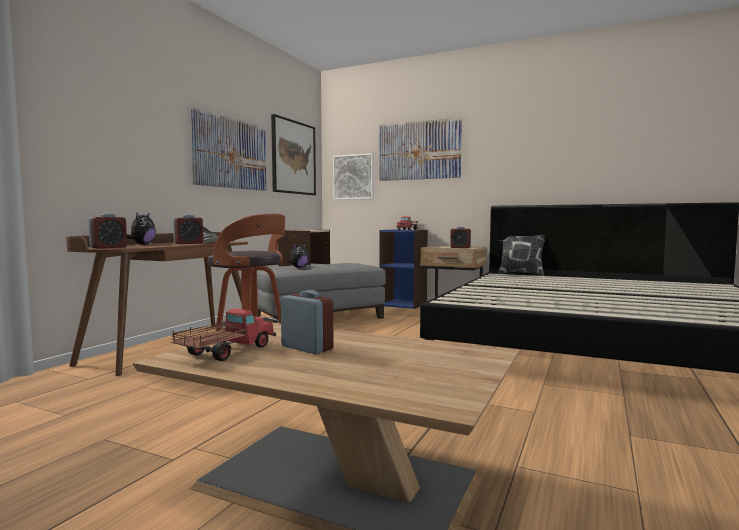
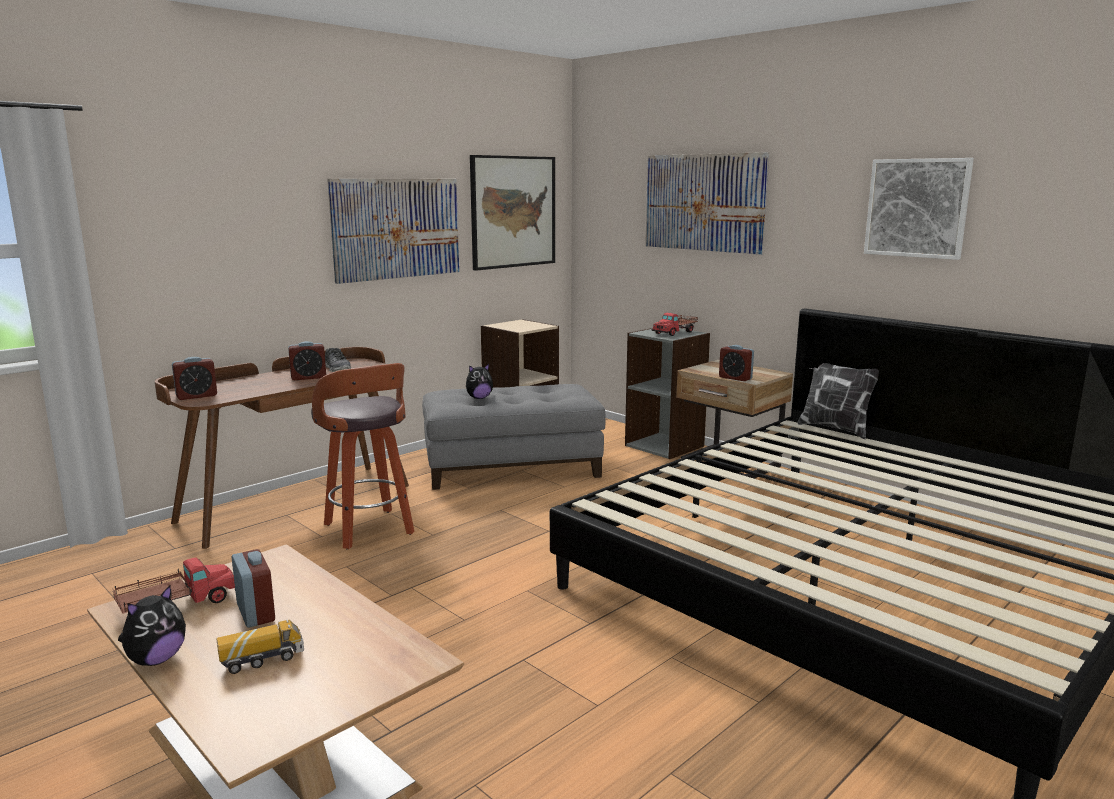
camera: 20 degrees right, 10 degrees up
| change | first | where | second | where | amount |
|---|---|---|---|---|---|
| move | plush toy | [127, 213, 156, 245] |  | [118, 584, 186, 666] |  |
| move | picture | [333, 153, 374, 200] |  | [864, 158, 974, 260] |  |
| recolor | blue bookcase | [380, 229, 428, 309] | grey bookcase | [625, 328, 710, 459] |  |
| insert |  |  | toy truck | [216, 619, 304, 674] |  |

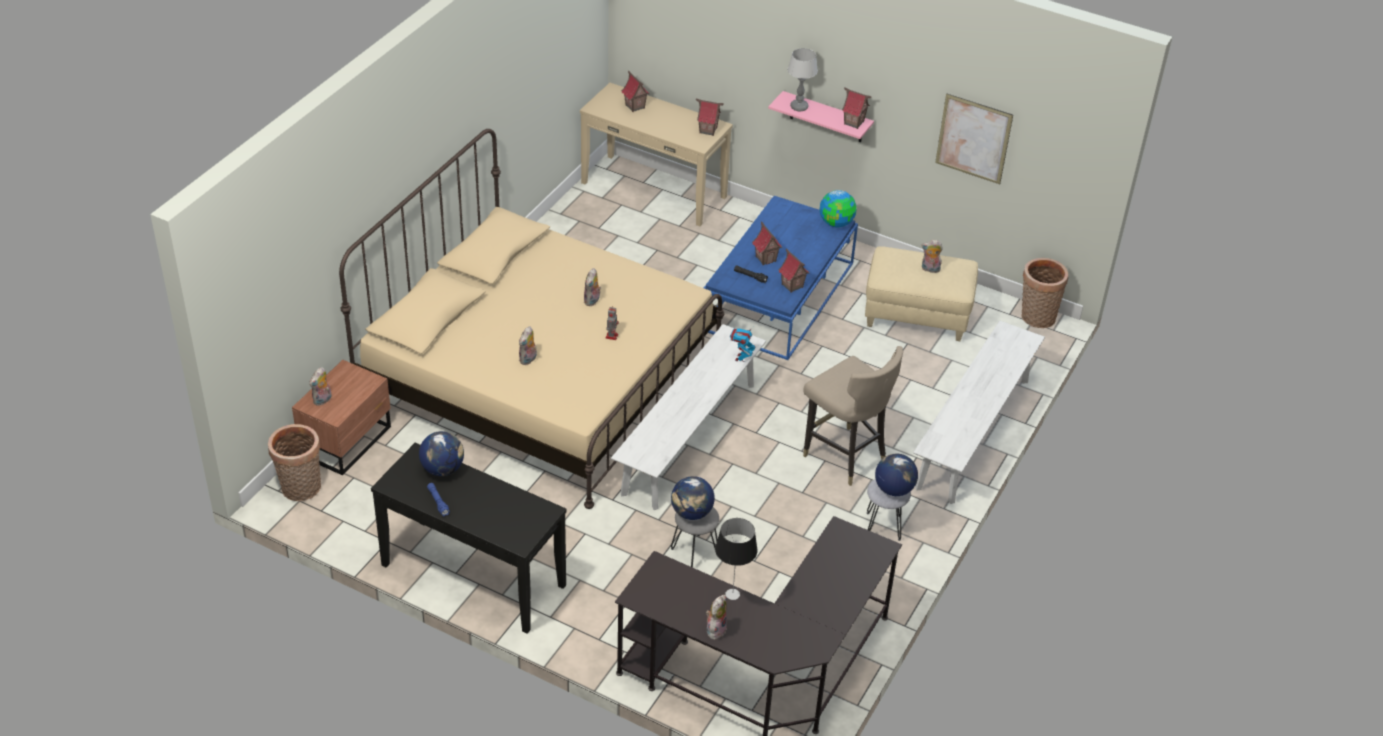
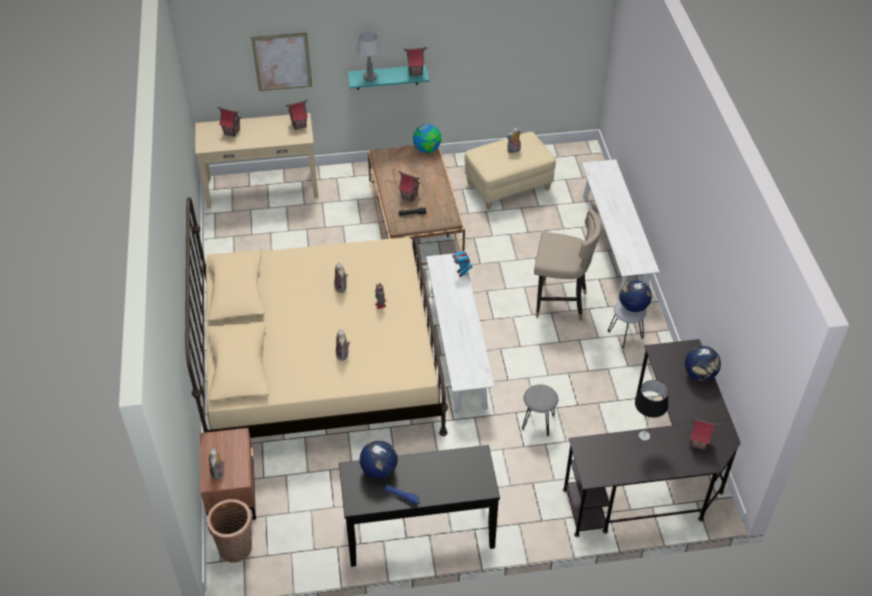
camera: 35 degrees left, 5 degrees up
| change | first | where | second | where | amount |
|---|---|---|---|---|---|
| move | globe | [671, 476, 715, 520] |  | [685, 346, 721, 381] |  |
| recolor | blue coffee table | [704, 196, 858, 360] | brown coffee table | [368, 145, 465, 266] |  |
| delete | plush toy | [706, 595, 727, 640] |  |  |  |
| recolor | pink shelf | [768, 91, 874, 142] | turquoise shelf | [347, 65, 430, 90] |  |
| move | toy house | [778, 248, 809, 293] |  | [690, 417, 720, 451] |  |
| move | picture | [935, 94, 1013, 184] |  | [251, 33, 312, 91] |  |
| delete | basket | [1021, 258, 1069, 328] |  |  |  |

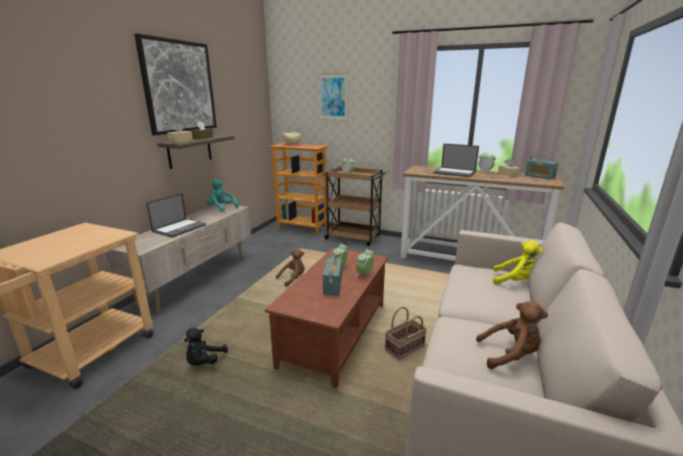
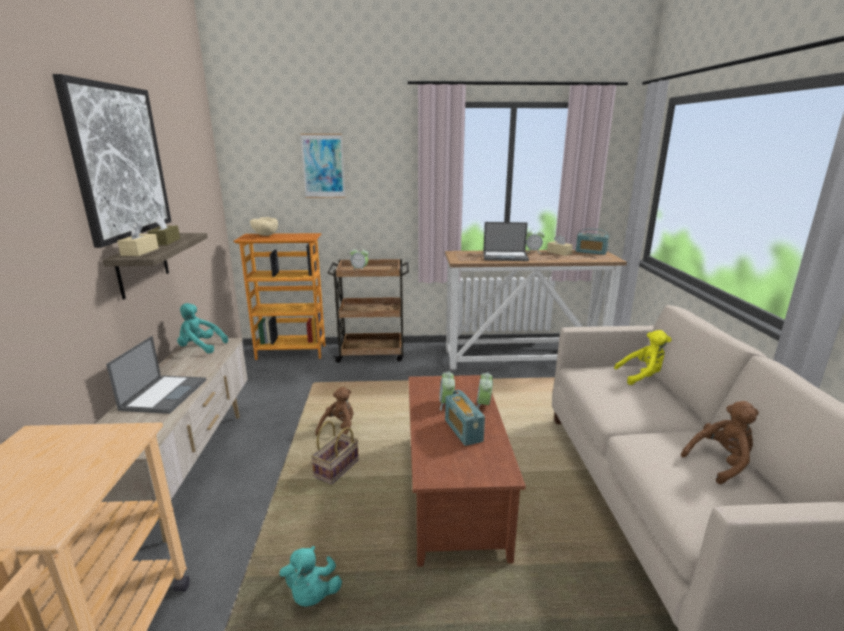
camera: 25 degrees left, 0 degrees up
| change | first | where | second | where | amount |
|---|---|---|---|---|---|
| recolor | black plush toy | [184, 327, 228, 366] | turquoise plush toy | [280, 546, 342, 607] |  |
| move | basket | [385, 307, 427, 360] |  | [311, 421, 359, 484] |  |

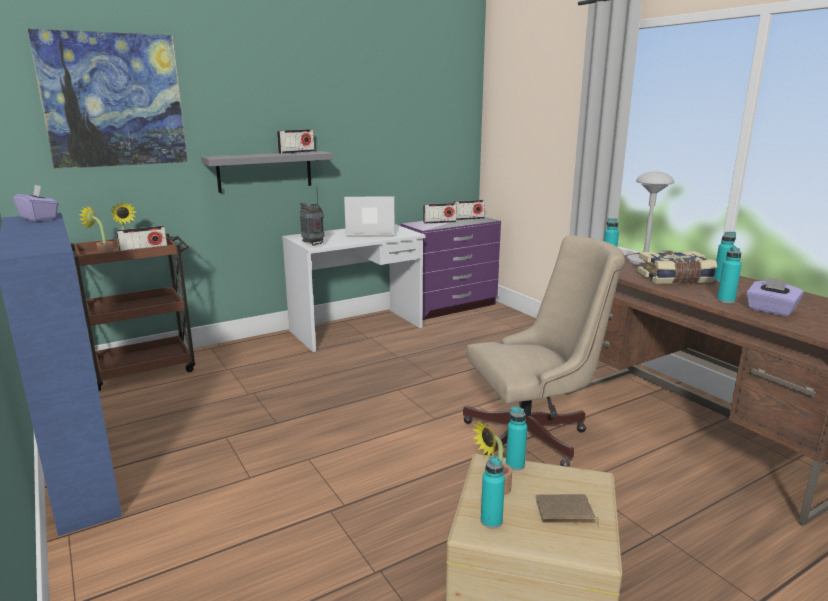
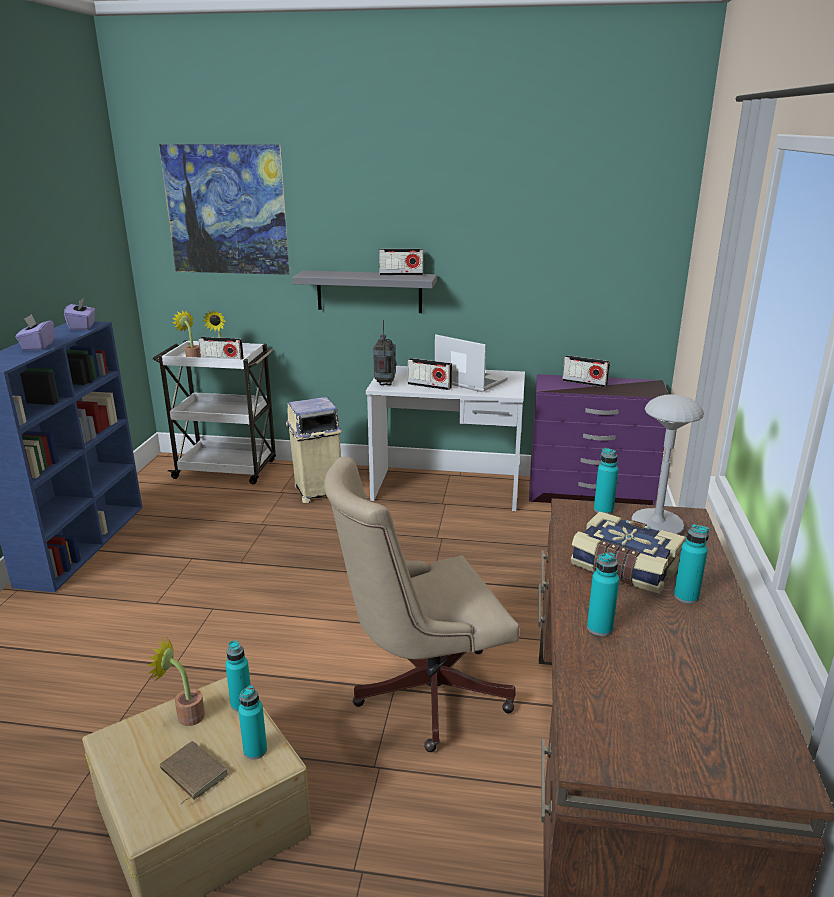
camera: 40 degrees right, 5 degrees up
| change | first | where | second | where | amount |
|---|---|---|---|---|---|
| recolor | brown cart | [70, 233, 195, 391] | white cart | [153, 340, 276, 484] |  |
| move | radio | [453, 200, 485, 220] |  | [408, 358, 452, 390] |  |
| rotate | beige office chair | [463, 235, 625, 467] |  | [324, 456, 519, 752] | 135 degrees clockwise |
| move | turquoise bottle | [481, 455, 505, 529] |  | [238, 686, 267, 760] |  |
| move | purple tissue box | [746, 277, 804, 317] |  | [16, 314, 54, 351] |  |
| insert |  |  | beige trash can | [286, 397, 342, 503] |  |

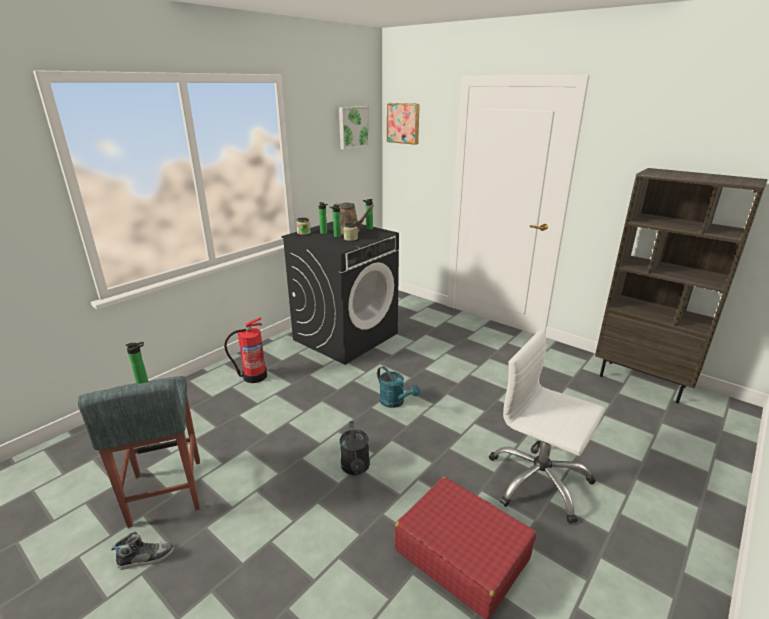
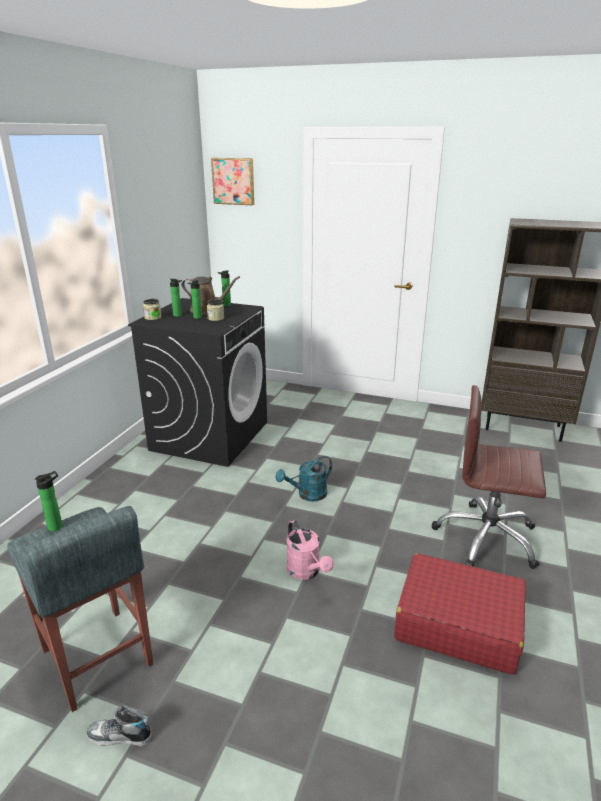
camera: 20 degrees left, 0 degrees up
| change | first | where | second | where | amount |
|---|---|---|---|---|---|
| rotate | shoe | [111, 532, 174, 570] |  | [87, 705, 152, 746] | 135 degrees counterclockwise |
| delete | fire extinguisher | [224, 317, 267, 383] |  |  |  |
| delete | picture | [339, 106, 369, 150] |  |  |  |
| recolor | black watering can | [340, 421, 370, 475] | pink watering can | [286, 520, 334, 580] |  |
| rotate | turquoise watering can | [377, 366, 420, 408] |  | [275, 456, 332, 502] | 120 degrees clockwise |
| recolor | white office chair | [489, 329, 605, 524] | brown office chair | [432, 385, 546, 569] |  |

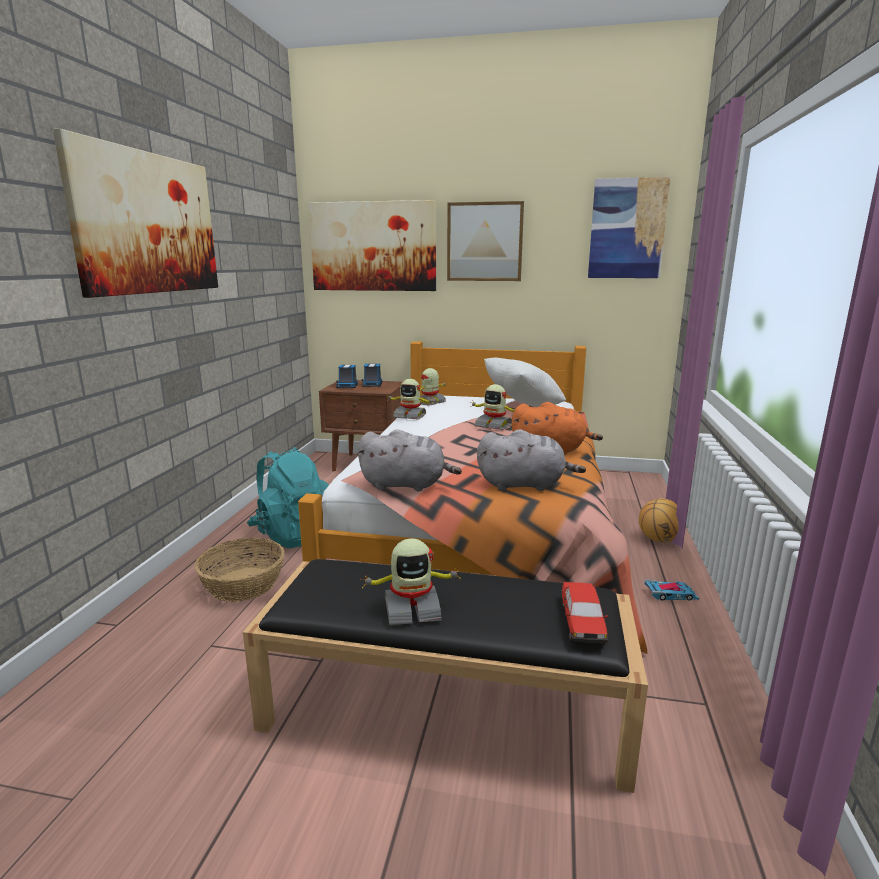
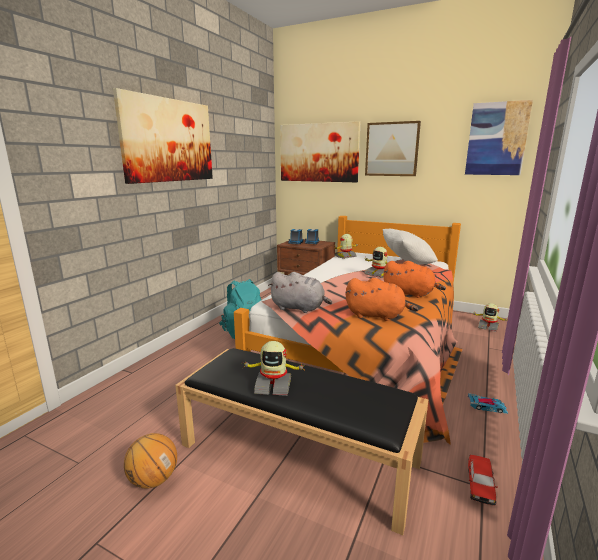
camera: 15 degrees right, 0 degrees up
| change | first | where | second | where | amount |
|---|---|---|---|---|---|
| delete | basket | [195, 538, 285, 602] |  |  |  |
| move | toy robot | [386, 379, 434, 419] |  | [472, 303, 508, 332] |  |
| recolor | grey plush toy | [477, 429, 586, 491] | orange plush toy | [346, 278, 419, 321] |  |
| move | toy car | [562, 582, 608, 644] |  | [468, 455, 498, 506] |  |
| move | basketball | [639, 498, 679, 542] |  | [124, 433, 177, 489] |  |

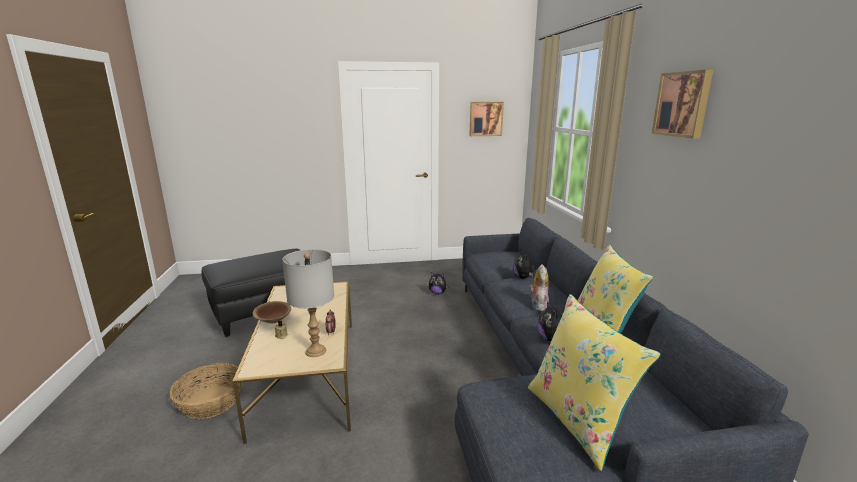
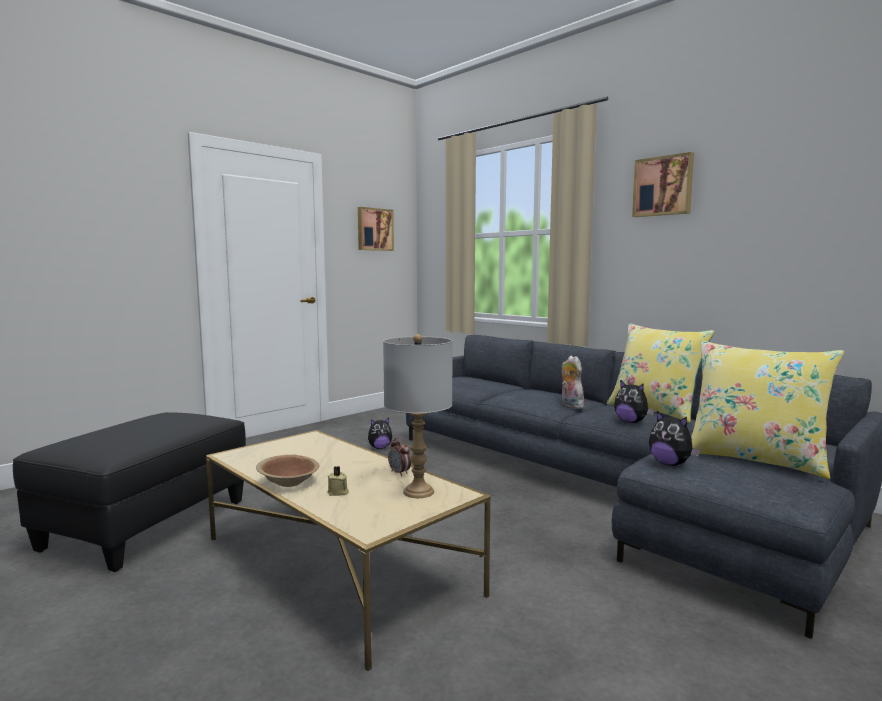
camera: 35 degrees left, 10 degrees down
| change | first | where | second | where | amount |
|---|---|---|---|---|---|
| delete | basket | [169, 363, 242, 419] |  |  |  |
| move | plush toy | [513, 250, 536, 279] |  | [649, 411, 700, 466] |  |

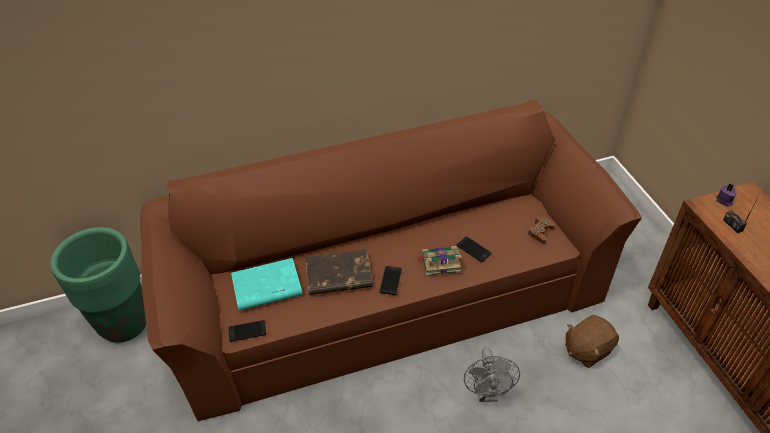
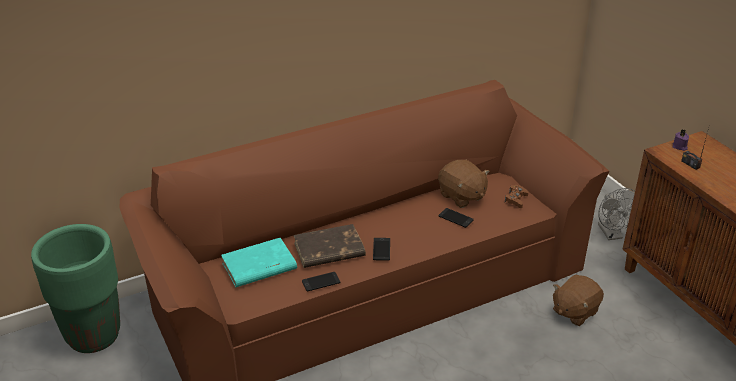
camera: 10 degrees left, 10 degrees down
| change | first | where | second | where | amount |
|---|---|---|---|---|---|
| move | phone | [229, 320, 266, 342] |  | [302, 272, 340, 292] |  |
| delete | book | [416, 246, 462, 276] |  |  |  |
| move | grey fan | [464, 347, 520, 402] |  | [598, 188, 635, 240] |  |
| insert |  |  | brown plush toy | [438, 160, 489, 208] |  |

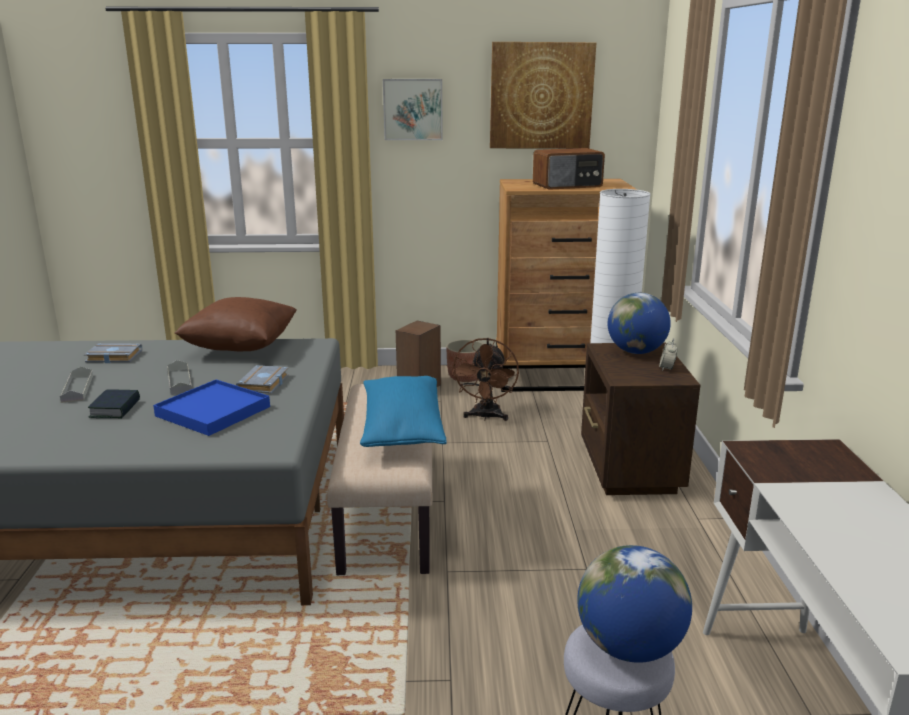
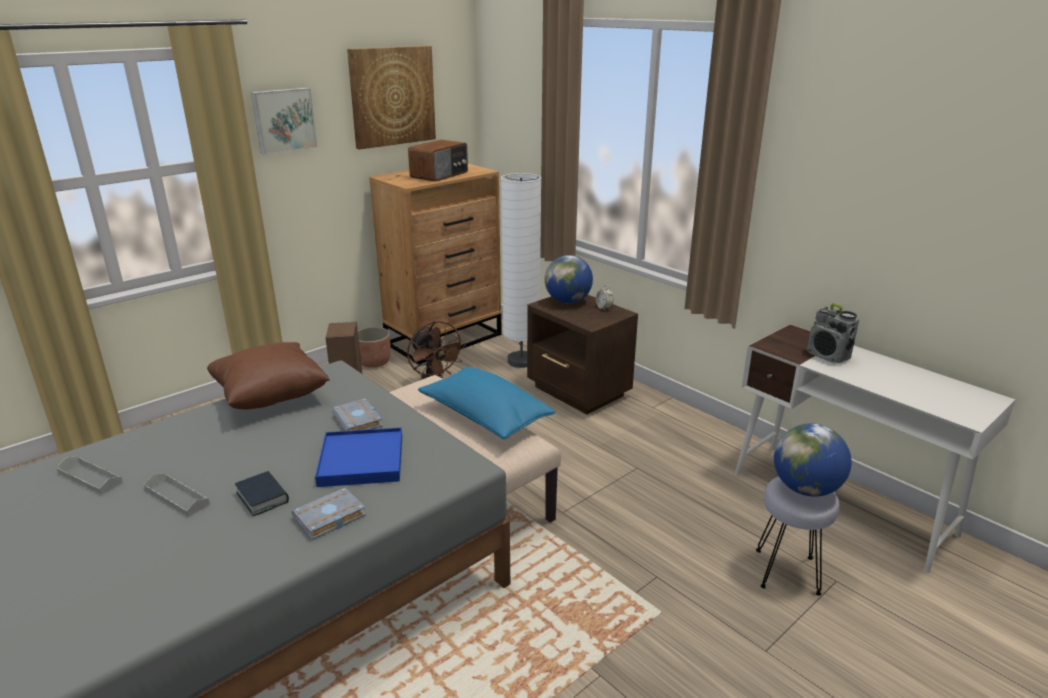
camera: 40 degrees left, 5 degrees up
| change | first | where | second | where | amount |
|---|---|---|---|---|---|
| move | grey book | [84, 344, 142, 363] |  | [292, 488, 366, 540] |  |
| move | grey tray | [167, 360, 192, 395] |  | [56, 456, 123, 495] |  |
| insert |  |  | radio | [807, 303, 859, 363] |  |

